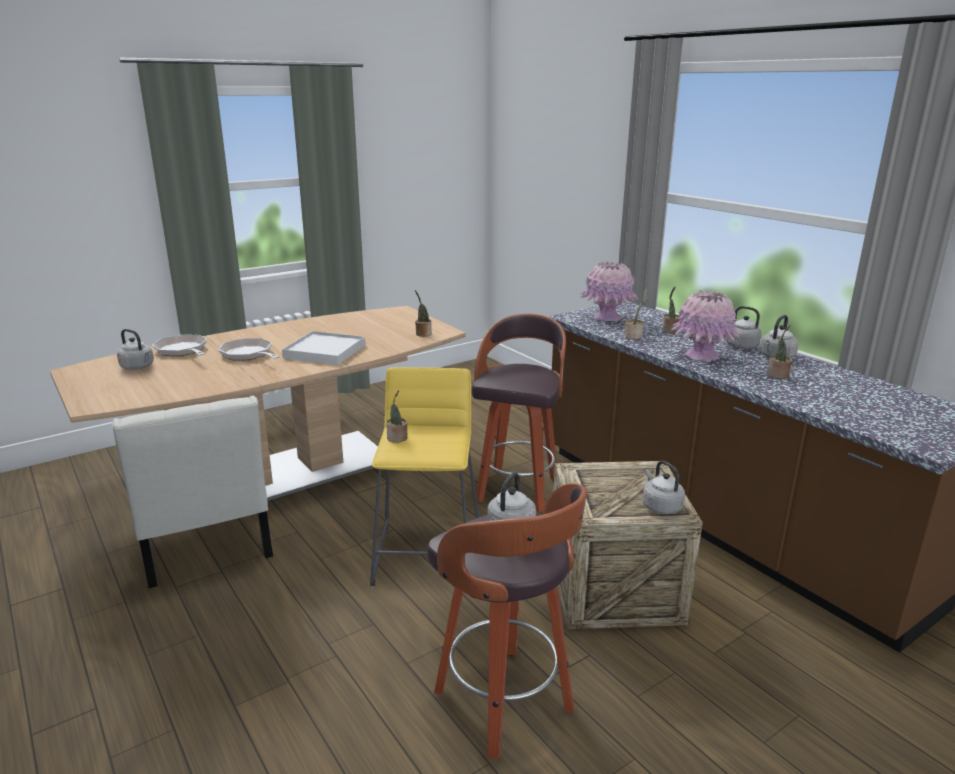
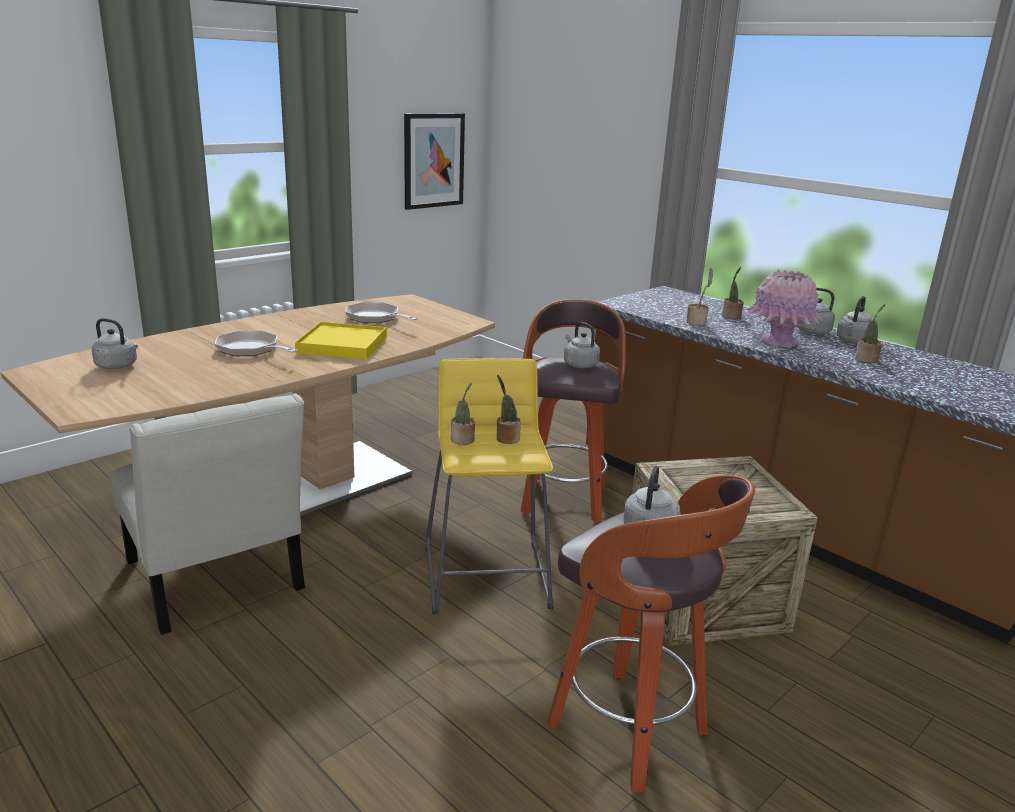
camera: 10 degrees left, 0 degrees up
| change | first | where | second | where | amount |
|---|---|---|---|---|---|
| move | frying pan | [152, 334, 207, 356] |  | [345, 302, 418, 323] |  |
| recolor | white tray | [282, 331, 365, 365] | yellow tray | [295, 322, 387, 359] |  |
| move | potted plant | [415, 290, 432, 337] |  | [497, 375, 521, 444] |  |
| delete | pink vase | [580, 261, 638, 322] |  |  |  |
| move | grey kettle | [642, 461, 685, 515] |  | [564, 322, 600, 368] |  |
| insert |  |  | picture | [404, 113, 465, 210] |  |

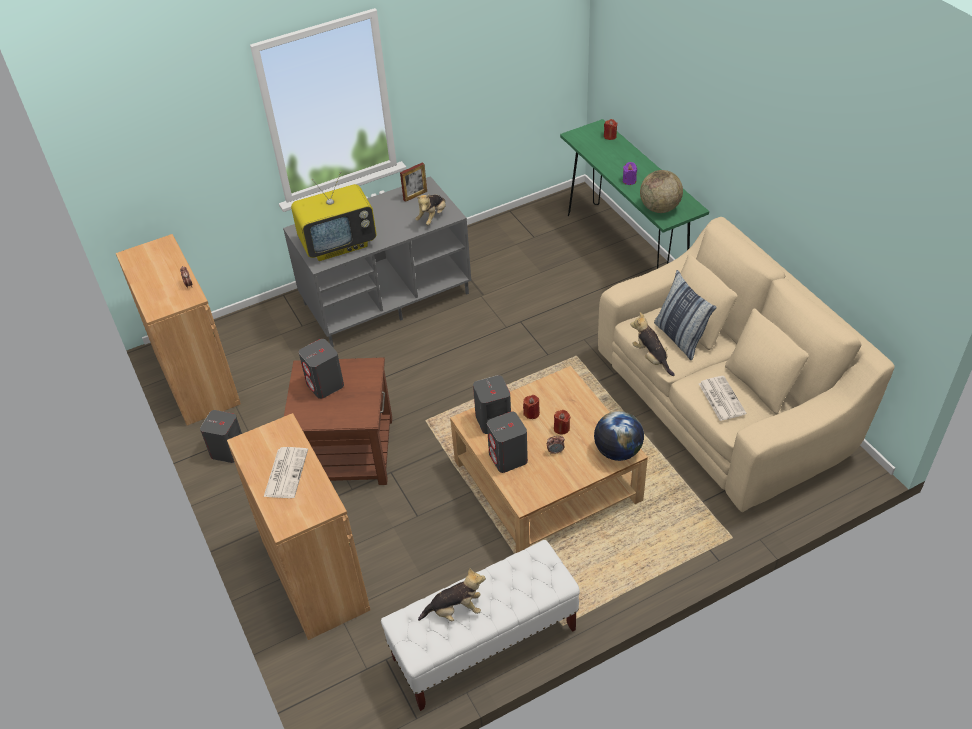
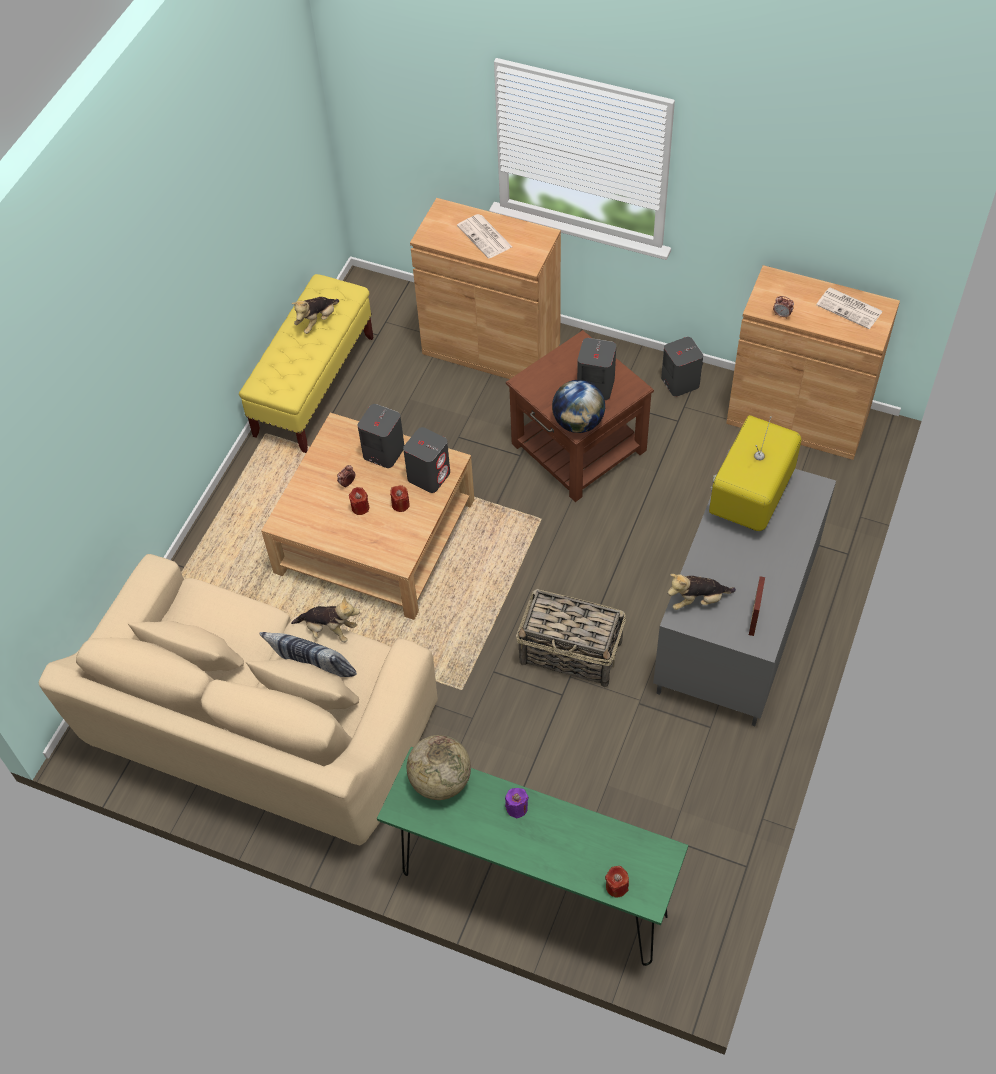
camera: 140 degrees right, 10 degrees up
| change | first | where | second | where | amount |
|---|---|---|---|---|---|
| recolor | white bench | [381, 540, 580, 711] | yellow bench | [239, 274, 374, 453] |  |
| rotate | plush toy | [415, 195, 446, 225] |  | [668, 574, 736, 610] | 90 degrees counterclockwise |
| move | globe | [594, 411, 644, 461] |  | [552, 380, 605, 433] |  |
| move | newspaper | [699, 376, 746, 421] |  | [816, 287, 883, 329] |  |
| insert |  |  | basket | [516, 589, 626, 687] |  |

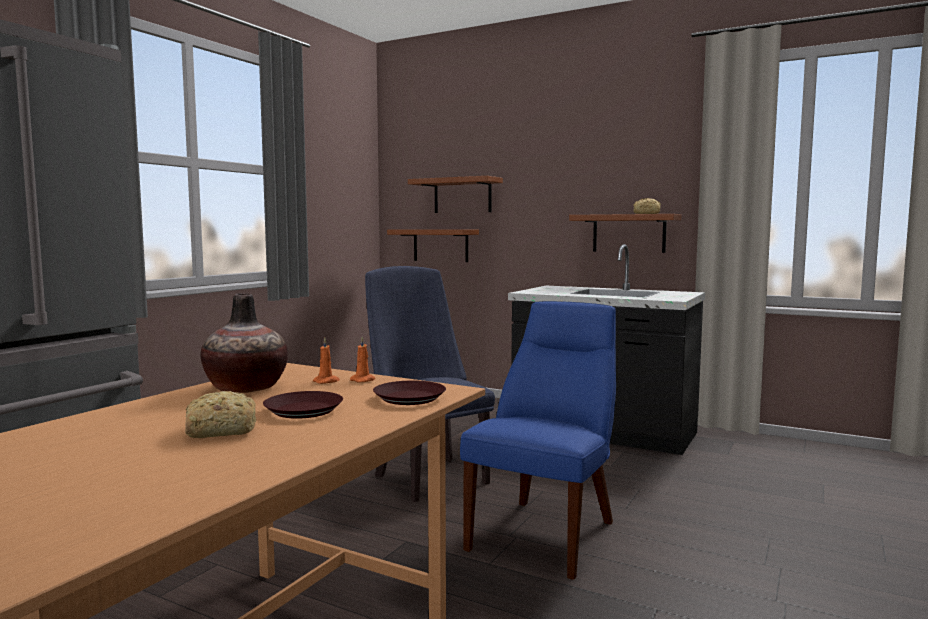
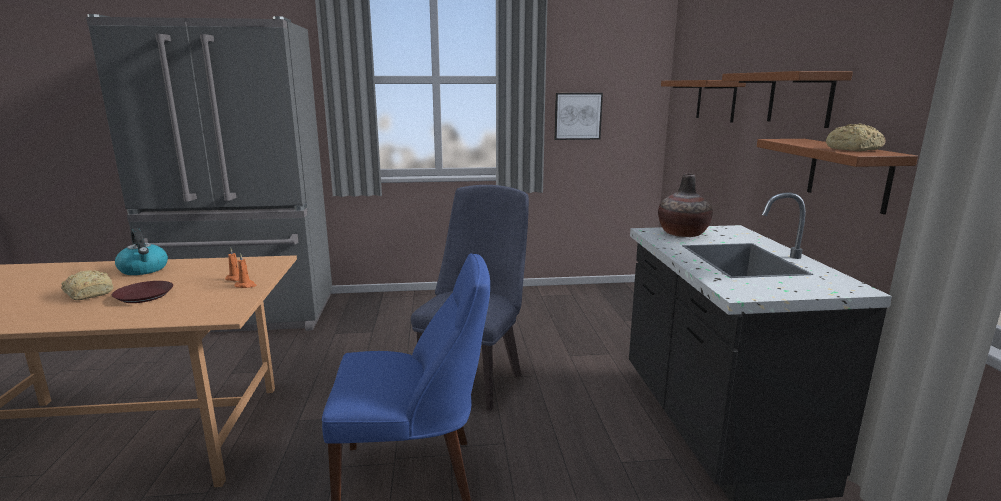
camera: 55 degrees right, 10 degrees up
| change | first | where | second | where | amount |
|---|---|---|---|---|---|
| move | vase | [201, 293, 288, 393] |  | [658, 173, 713, 237] |  |
| delete | brown plate | [373, 381, 446, 405] |  |  |  |
| move | brown shelf | [387, 230, 479, 262] |  | [722, 71, 853, 128] |  |
| insert |  |  | kettle | [115, 228, 168, 275] |  |
| insert |  |  | picture | [554, 93, 603, 140] |  |

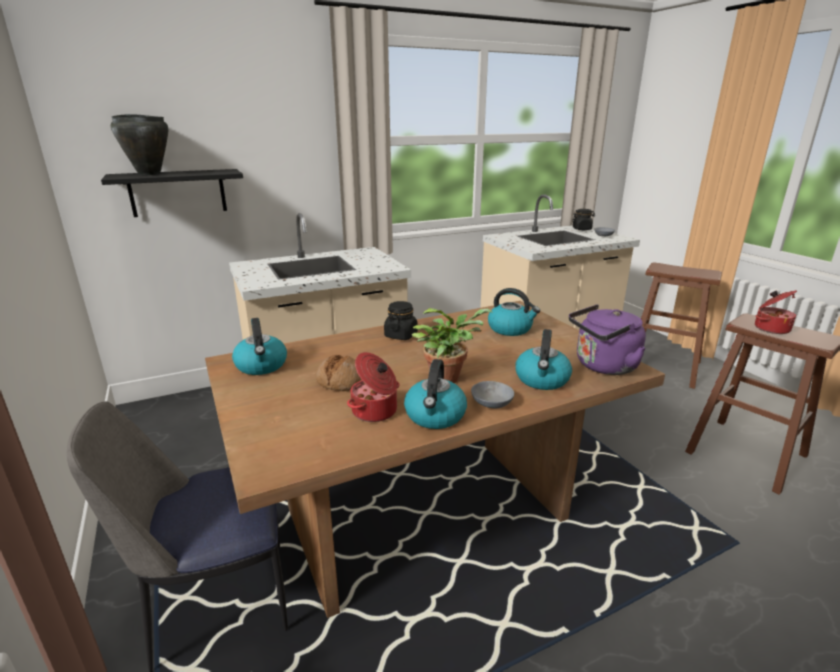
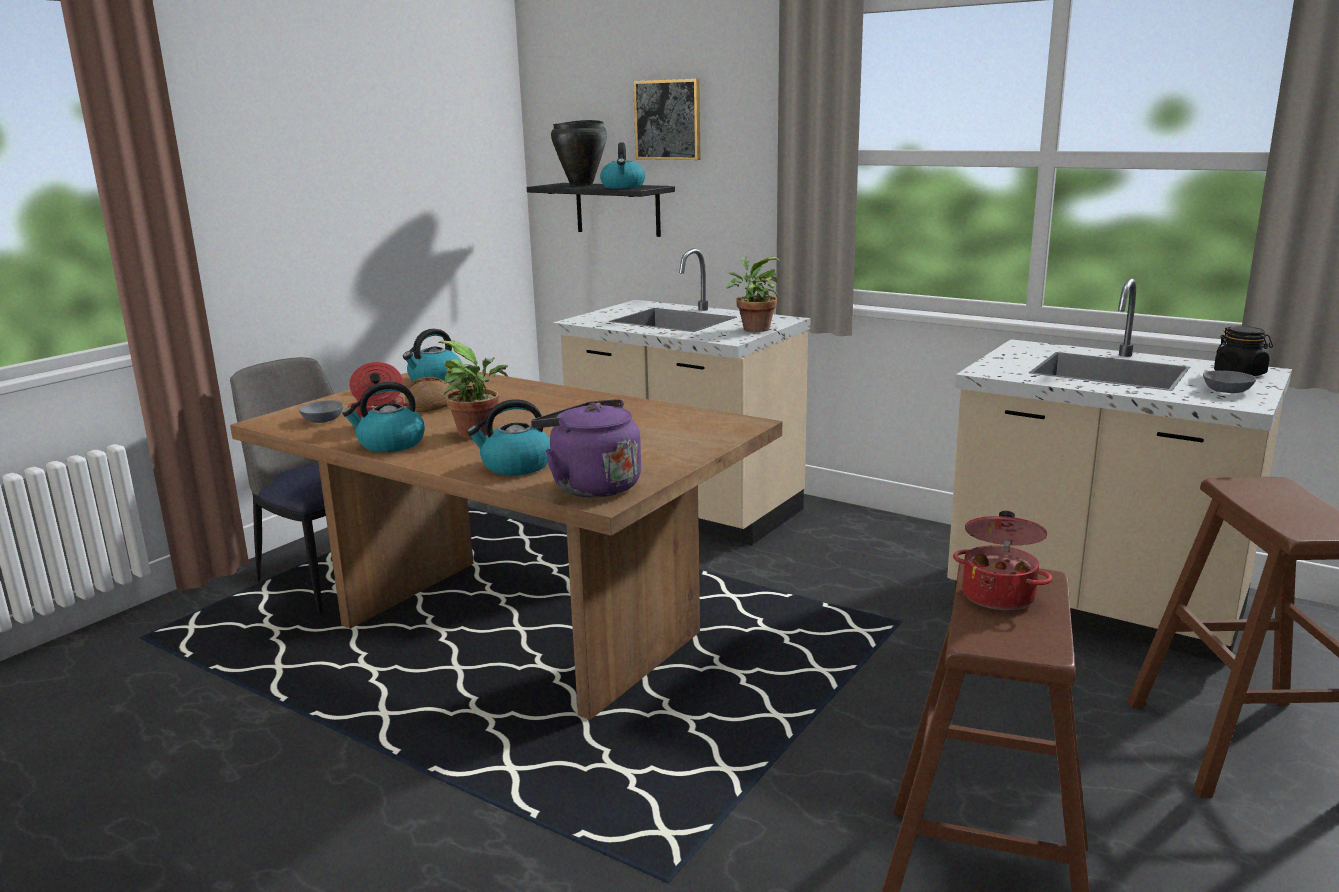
camera: 60 degrees right, 5 degrees down
| change | first | where | second | where | amount |
|---|---|---|---|---|---|
| delete | black jar | [384, 301, 418, 340] |  |  |  |
| move | grey bowl | [471, 381, 514, 409] |  | [299, 400, 343, 423] |  |
| move | kettle | [488, 288, 540, 336] |  | [600, 143, 645, 189] |  |
| insert |  |  | picture | [633, 79, 700, 160] |  |
| insert |  |  | potted plant | [726, 256, 780, 332] |  |

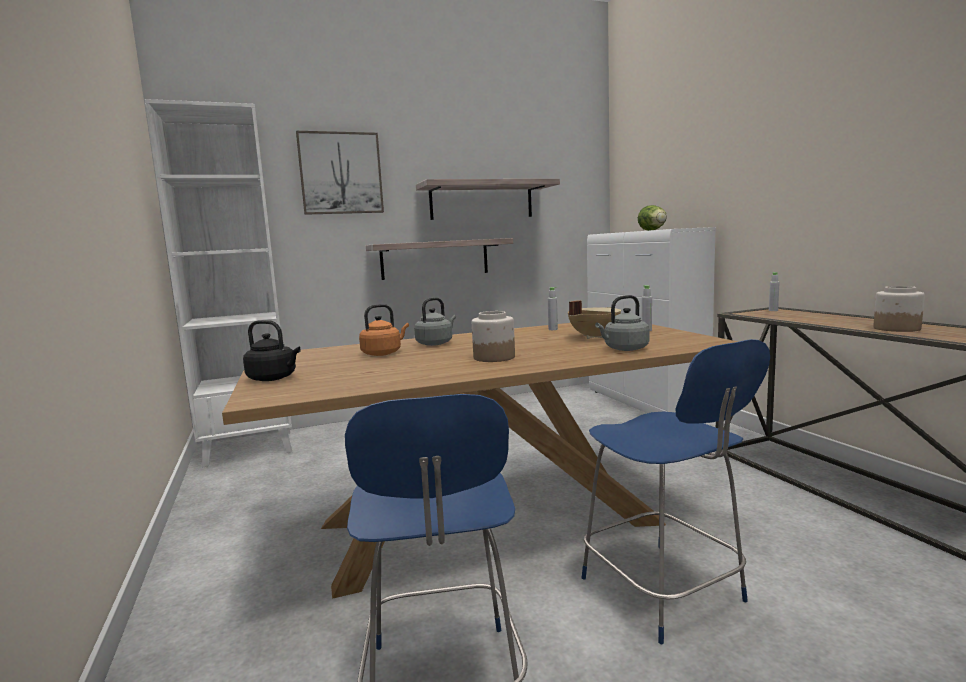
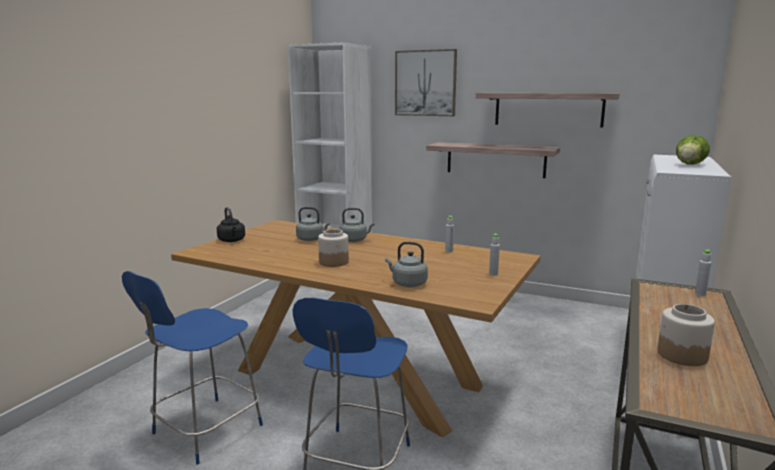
camera: 45 degrees right, 5 degrees up
| change | first | where | second | where | amount |
|---|---|---|---|---|---|
| recolor | orange kettle | [359, 304, 409, 356] | grey kettle | [296, 207, 330, 241] |  |
| delete | beige cooking pot | [568, 300, 621, 339] |  |  |  |

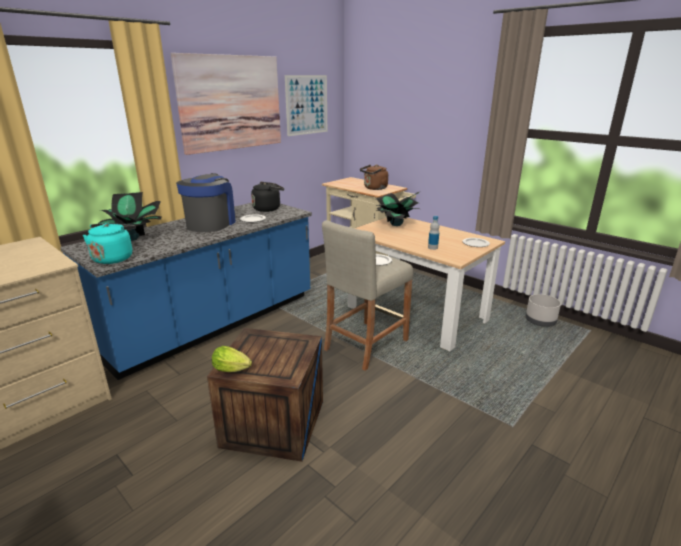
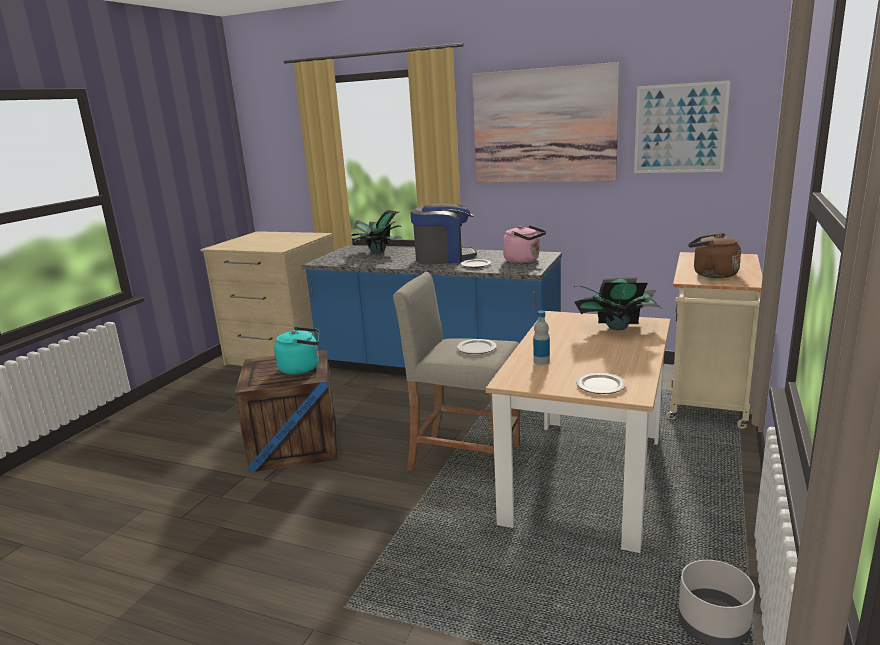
camera: 70 degrees right, 5 degrees down
| change | first | where | second | where | amount |
|---|---|---|---|---|---|
| move | turquoise kettle | [83, 223, 136, 264] |  | [274, 327, 319, 375] |  |
| delete | lettuce | [212, 346, 252, 372] |  |  |  |
| recolor | black kettle | [251, 182, 284, 212] | pink kettle | [503, 225, 546, 263] |  |

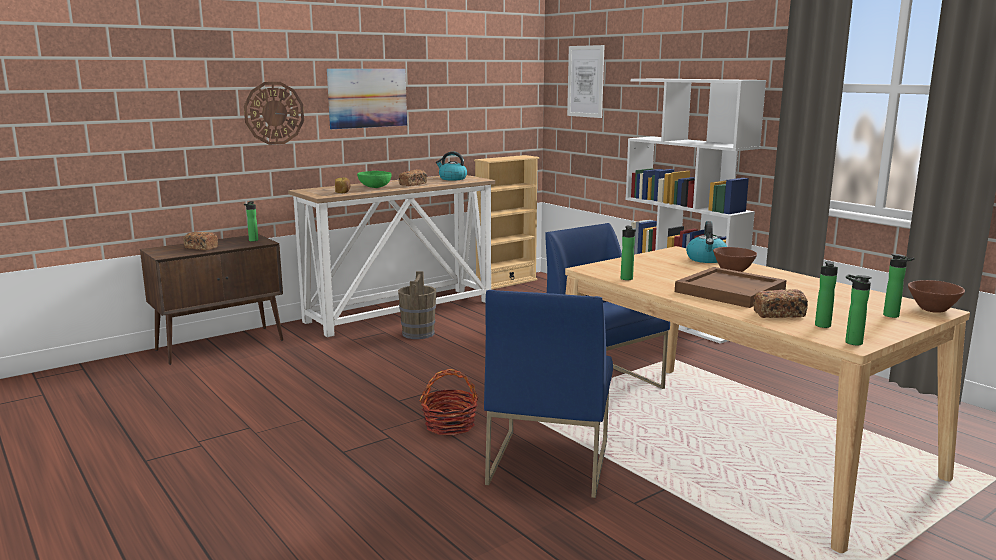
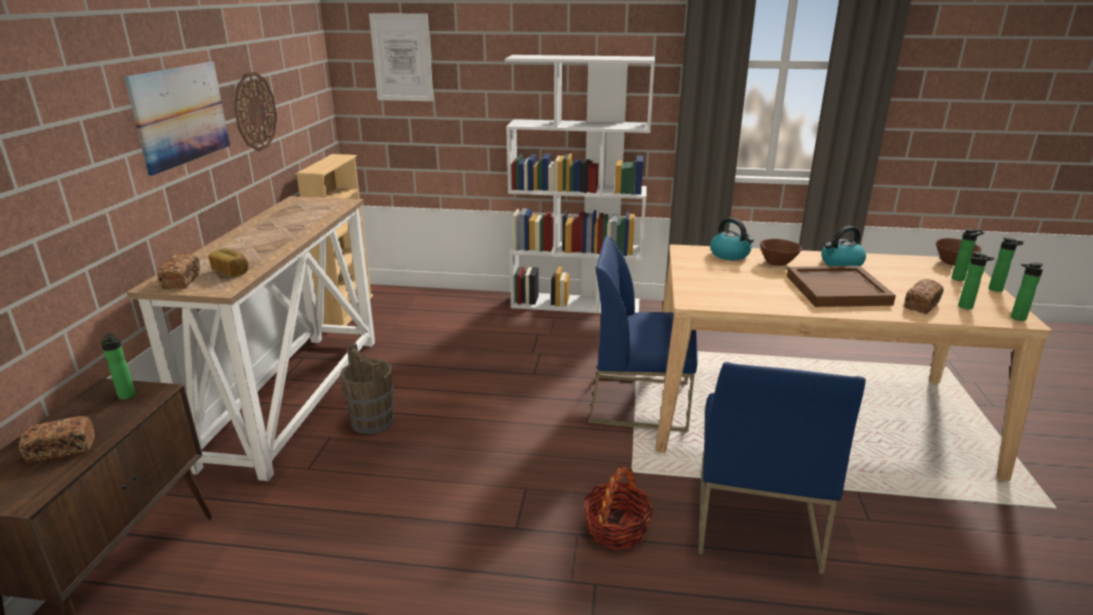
camera: 45 degrees left, 10 degrees up
| change | first | where | second | where | amount |
|---|---|---|---|---|---|
| move | wall clock | [244, 82, 304, 145] |  | [234, 72, 277, 151] |  |
| delete | green bowl | [357, 171, 391, 188] |  |  |  |
| move | bread | [399, 169, 427, 186] |  | [157, 252, 200, 289] |  |
| move | kettle | [436, 152, 467, 180] |  | [821, 226, 866, 266] |  |
| rotate | blue chair | [484, 290, 613, 498] |  | [698, 362, 866, 574] | 45 degrees clockwise |
| move | bottle | [621, 225, 636, 280] |  | [989, 237, 1024, 292] |  |

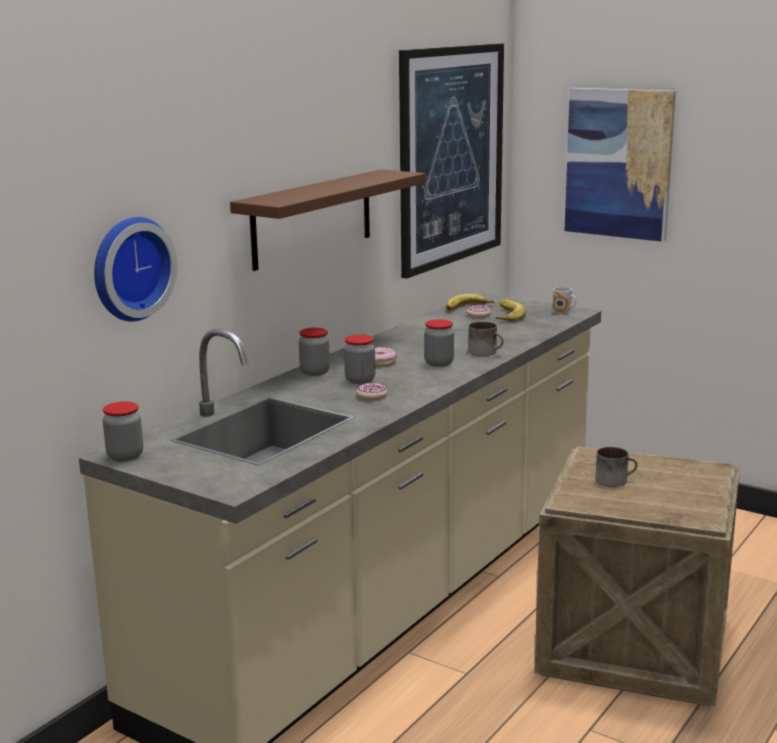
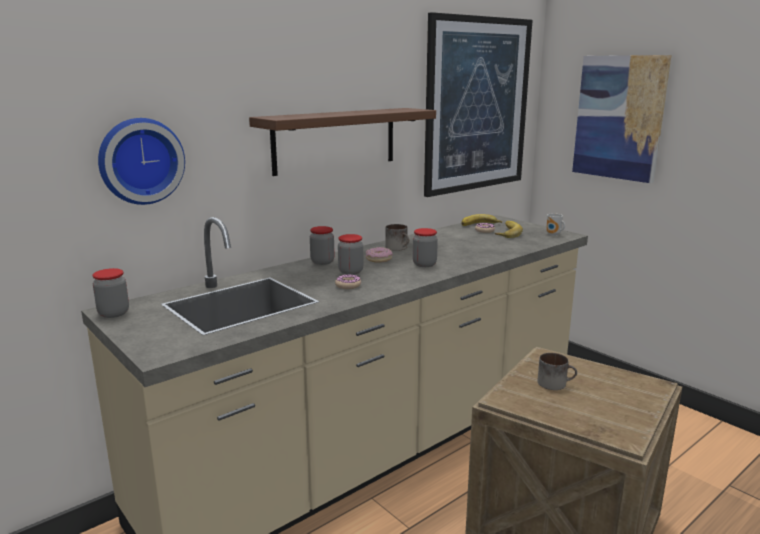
camera: 15 degrees right, 0 degrees up
| change | first | where | second | where | amount |
|---|---|---|---|---|---|
| move | mug | [468, 322, 504, 356] |  | [385, 224, 409, 251] |  |

